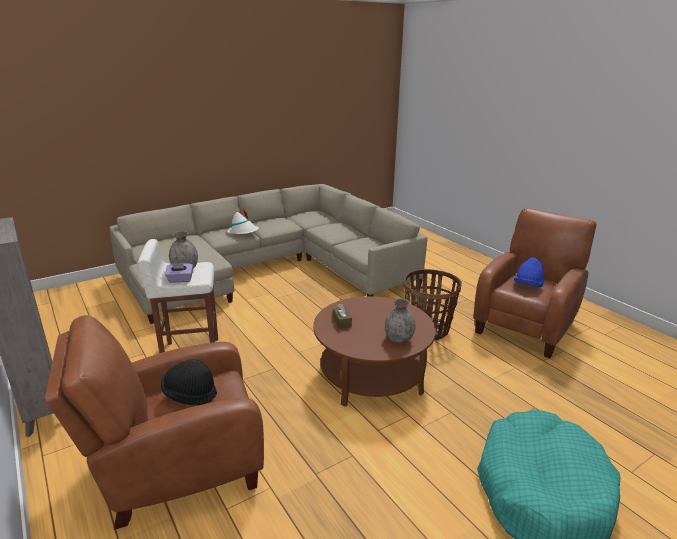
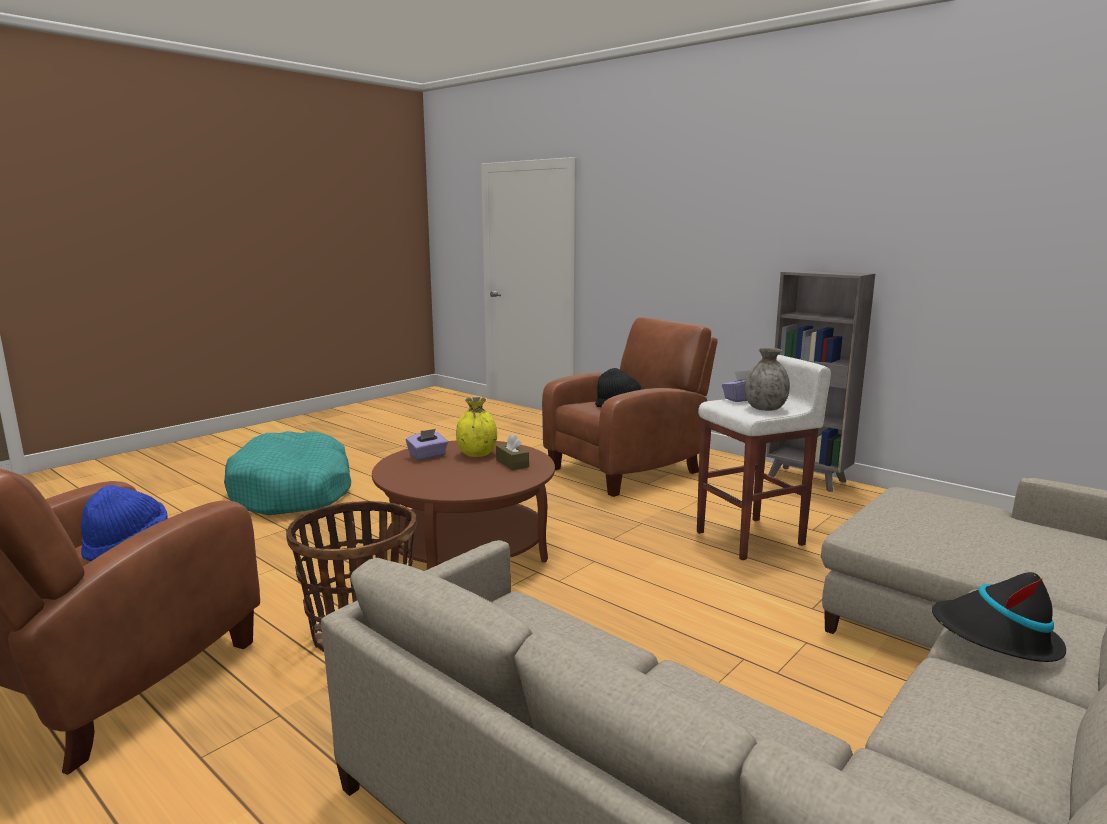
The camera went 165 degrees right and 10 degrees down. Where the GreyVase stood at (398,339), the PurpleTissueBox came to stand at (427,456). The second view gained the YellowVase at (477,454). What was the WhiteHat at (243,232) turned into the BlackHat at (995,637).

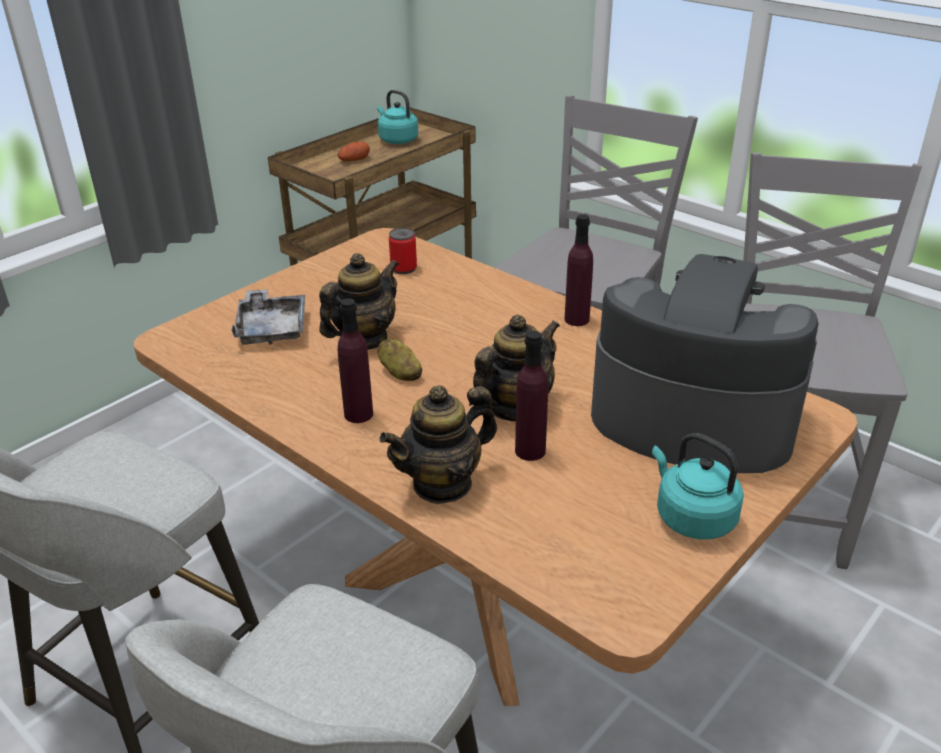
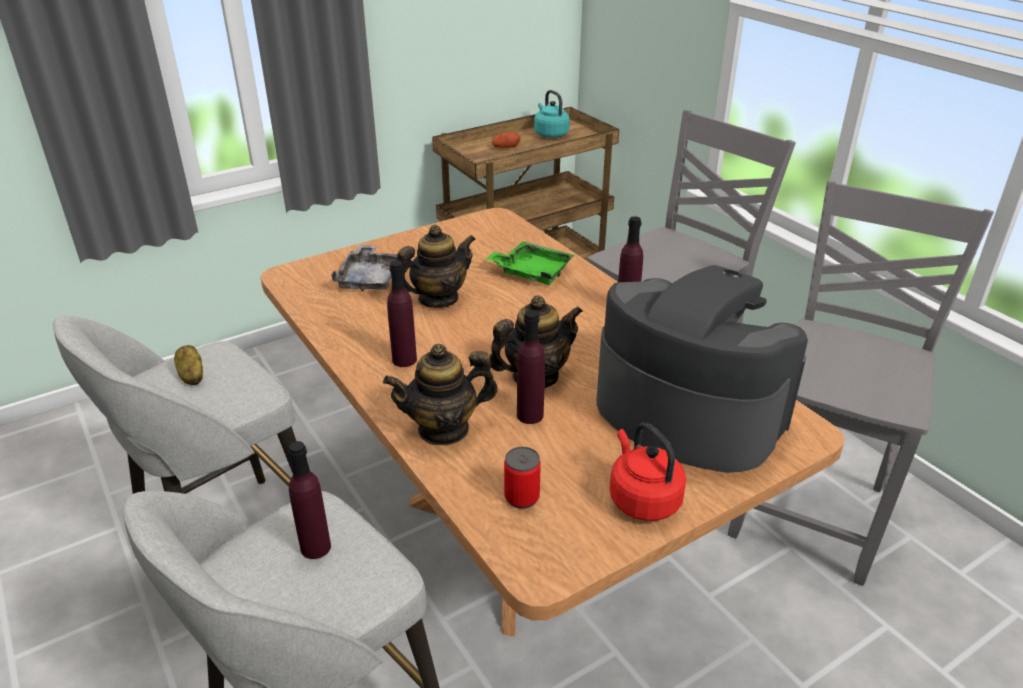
The camera went 15 degrees right and 0 degrees up. The Potato ended up elsewhere, having gone from (399,373) to (191,376). The second view gained the PurpleBottle at (315,547). The second view gained the GreenTray at (532,272). The Can ended up elsewhere, having gone from (403,268) to (522,497). What was the TurquoiseKettle at (691,517) turned into the RedKettle at (642,499).

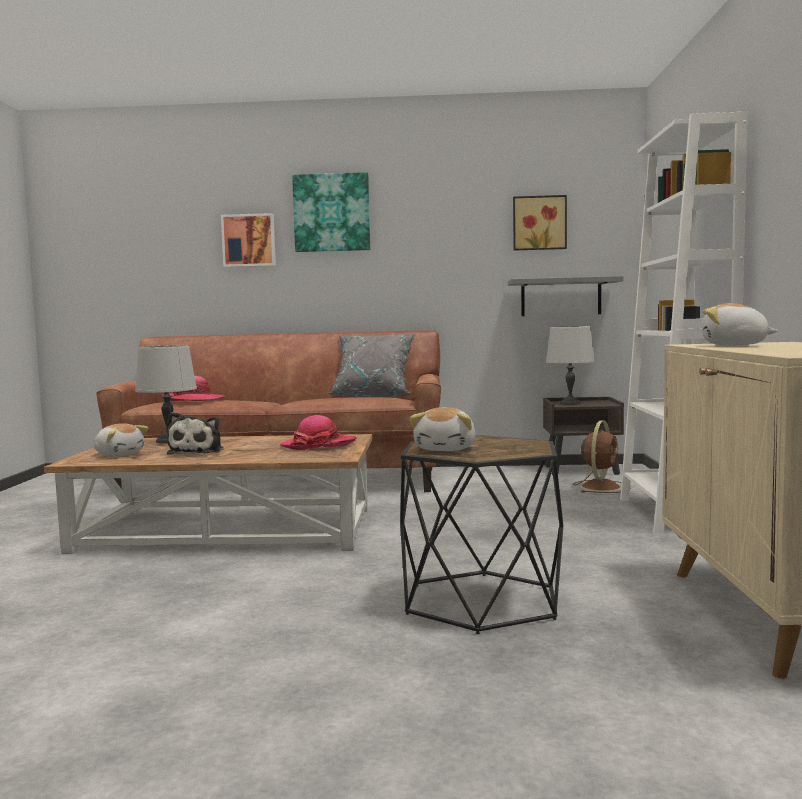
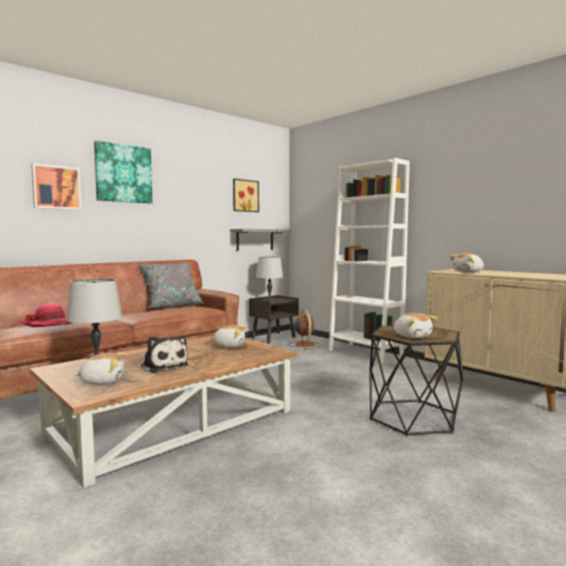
The camera went 45 degrees left and 0 degrees up. Where the Hat stood at (319,445), the PlushToy came to stand at (229,345).

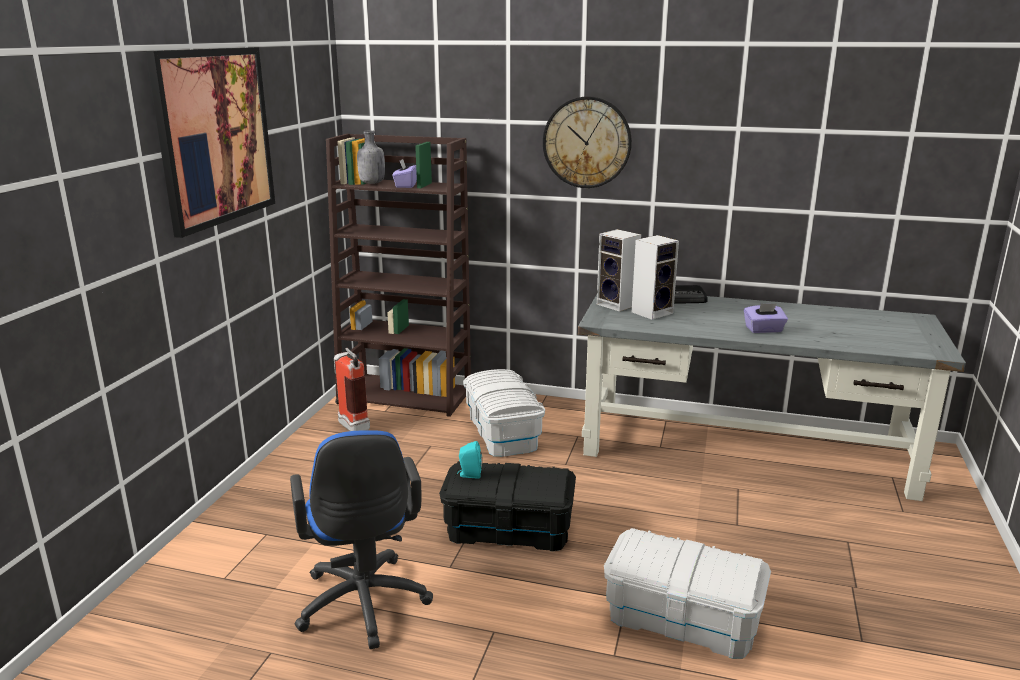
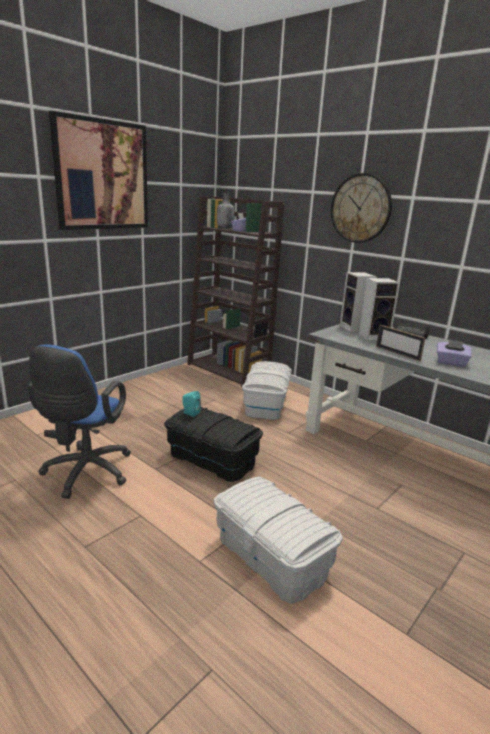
The camera went 25 degrees right and 0 degrees up. The second view gained the PictureFrame at (397,353). The second view lost the FireExtinguisher at (350,424).

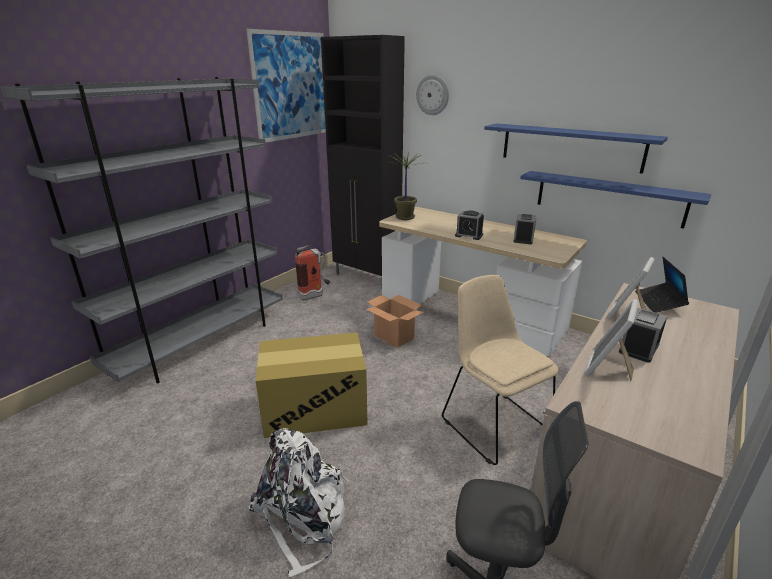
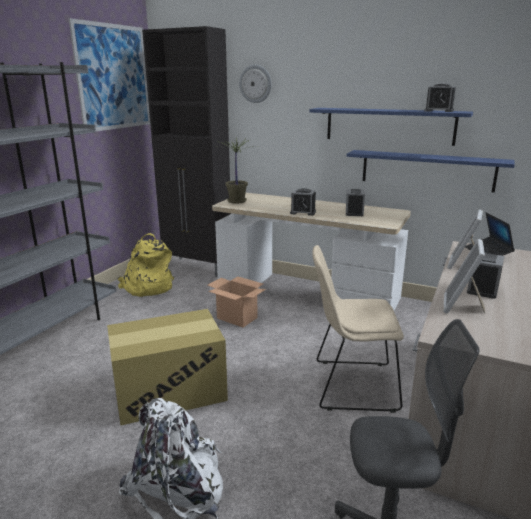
The camera went 10 degrees left and 5 degrees down. Where the FireExtinguisher stood at (315,295), the YellowBackpack came to stand at (147,287). The BeigeChair at (493,423) ended up facing another way, 45 degrees counterclockwise from before. The second view gained the AlarmClock at (439,111).

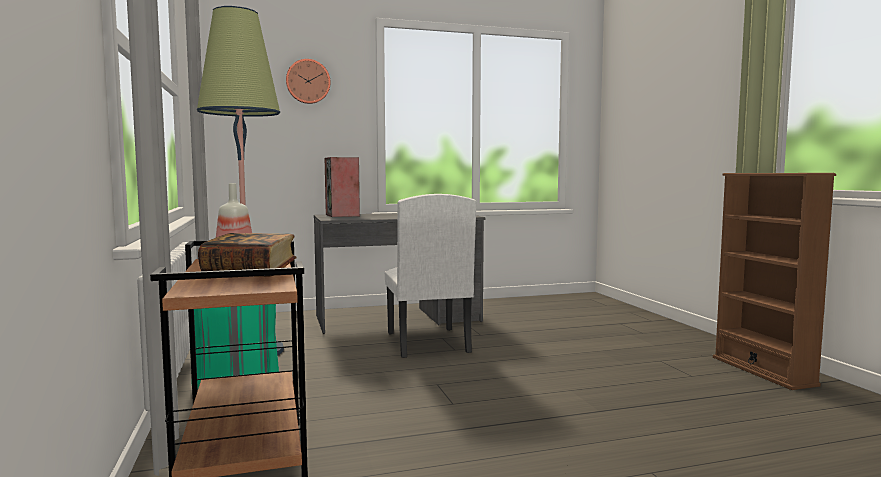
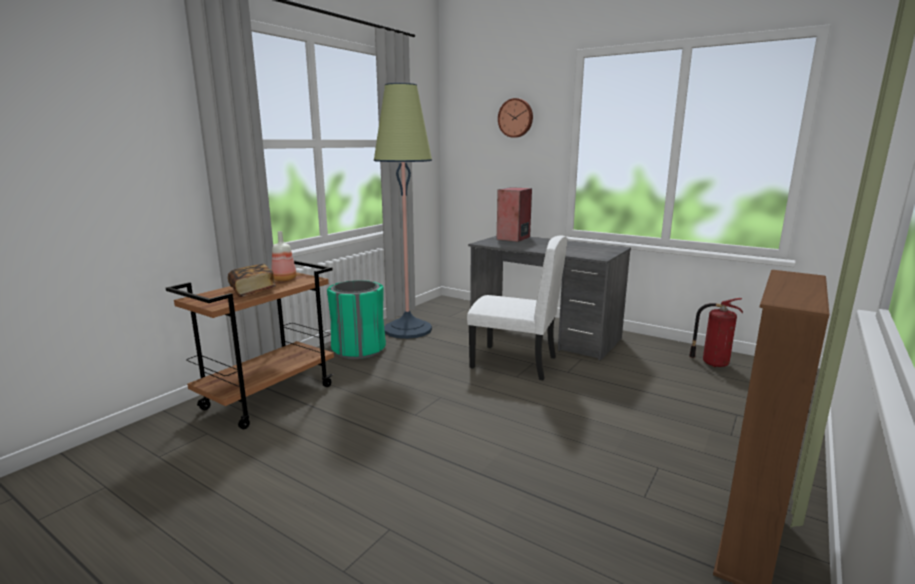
The camera went 50 degrees right and 10 degrees up. The WhiteChair at (427,342) ended up facing another way, 105 degrees counterclockwise from before. The second view gained the FireExtinguisher at (713,363).

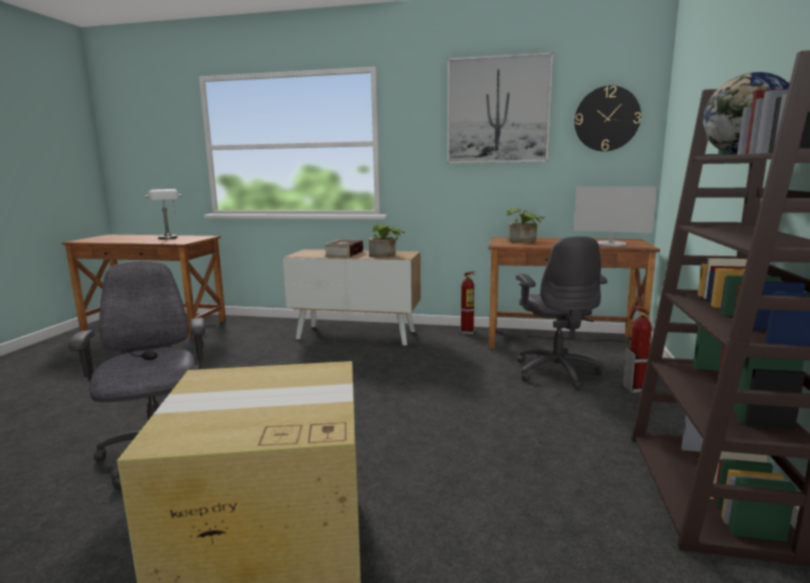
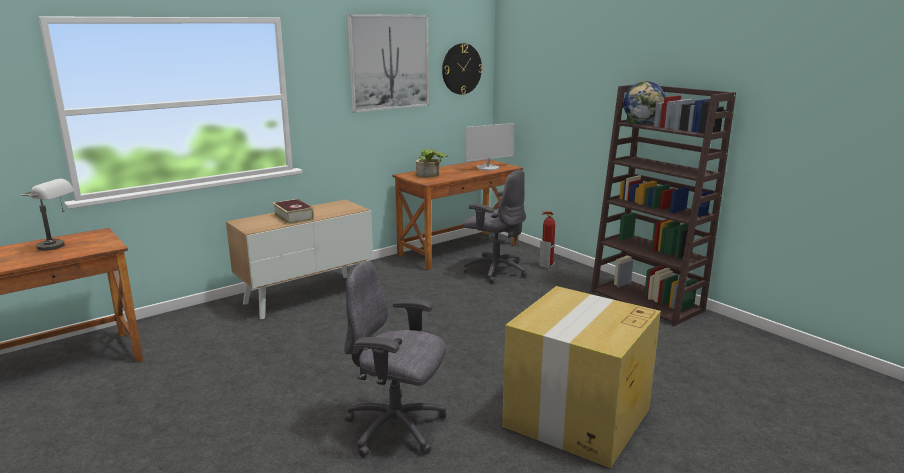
The camera went 50 degrees left and 5 degrees up. The second view lost the PottedPlant at (385,255). The second view lost the FireExtinguisher at (467,332).

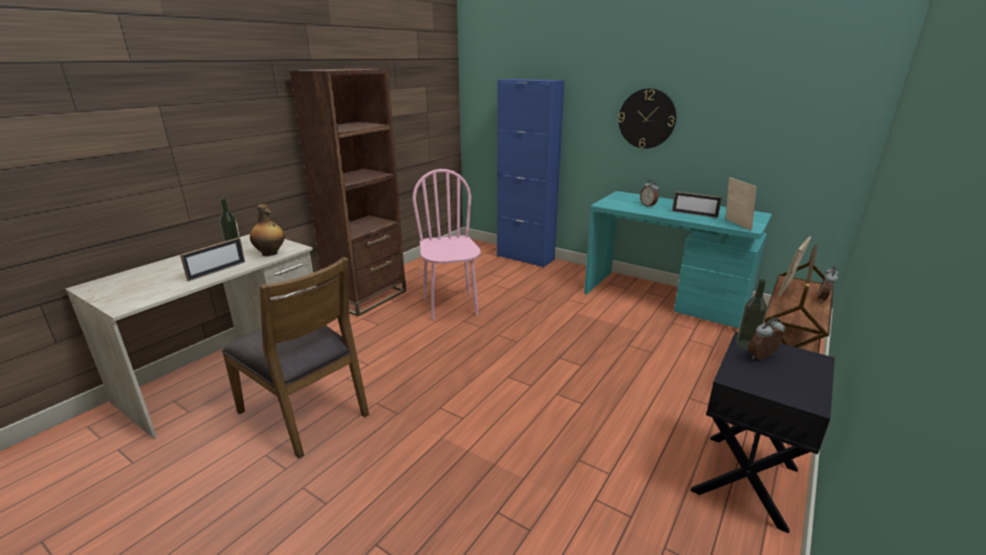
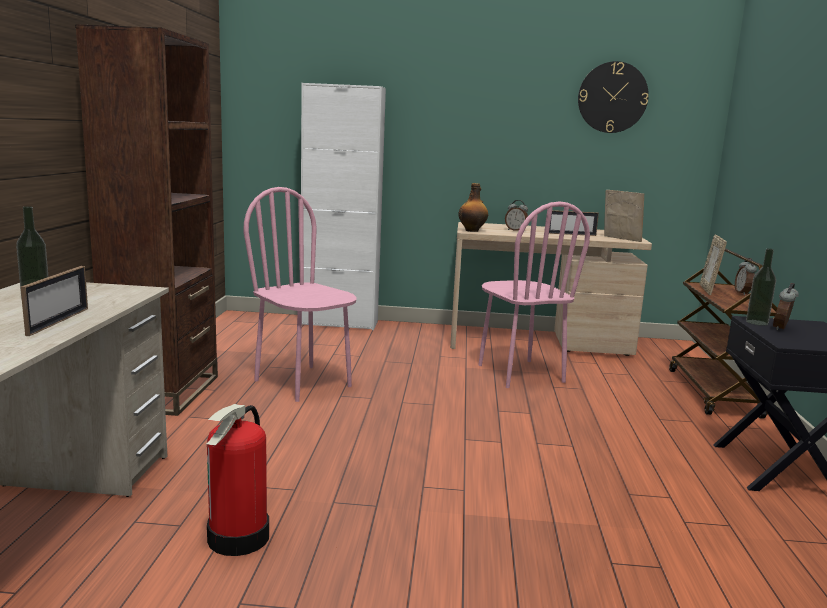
The camera went 30 degrees left and 10 degrees down. Where the BrownChair stood at (306,412), the FireExtinguisher came to stand at (239,538). What was the BlueCabinet at (525,258) turned into the WhiteCabinet at (339,323). What was the TurquoiseDesk at (664,299) turned into the BeigeDesk at (538,342). The Bottle ended up elsewhere, having gone from (270,253) to (472,230). The second view gained the PinkChair at (519,373). The WallClock ended up elsewhere, having gone from (647,118) to (612,97).

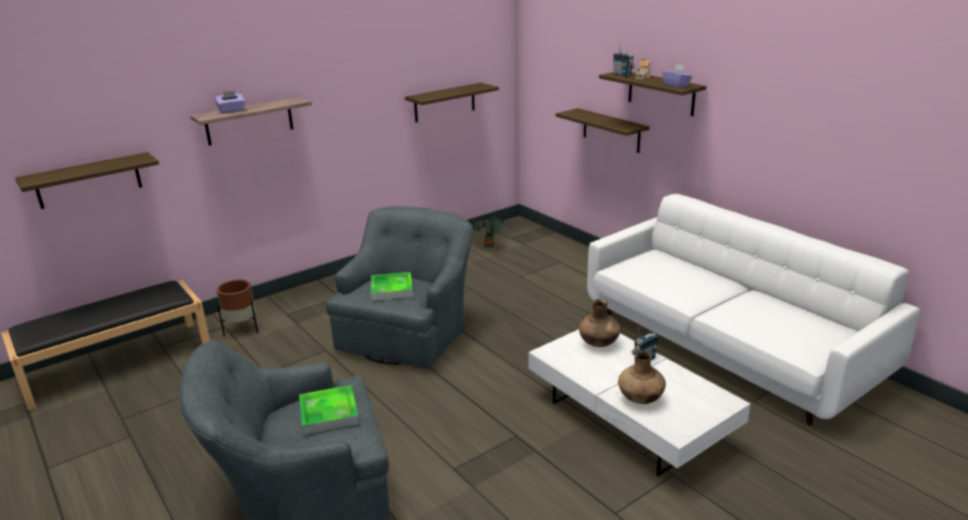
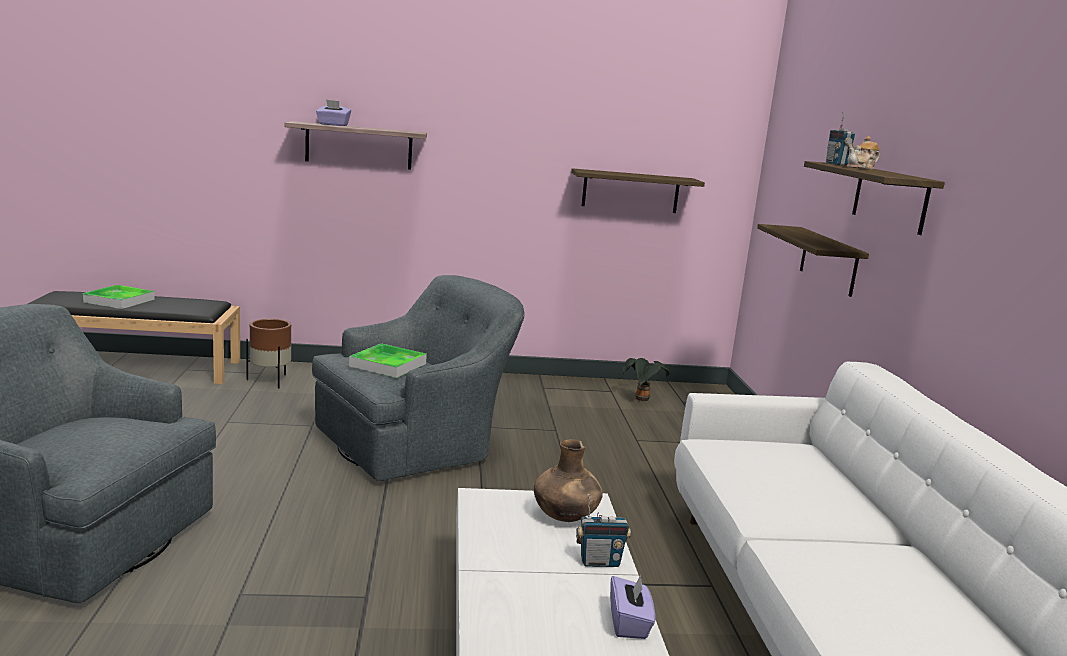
The camera went 30 degrees right and 10 degrees down. The Tray ended up elsewhere, having gone from (329,413) to (119,300). The PurpleTissueBox ended up elsewhere, having gone from (676,85) to (629,623). The second view lost the Shelf at (88,180). The second view lost the BrownVase at (640,398).

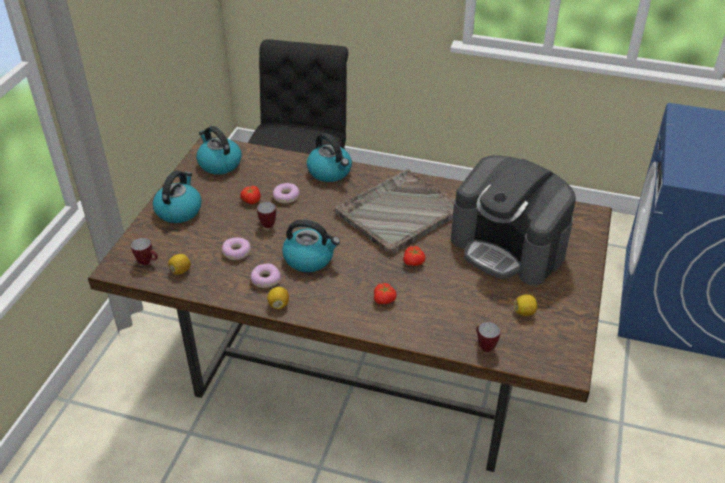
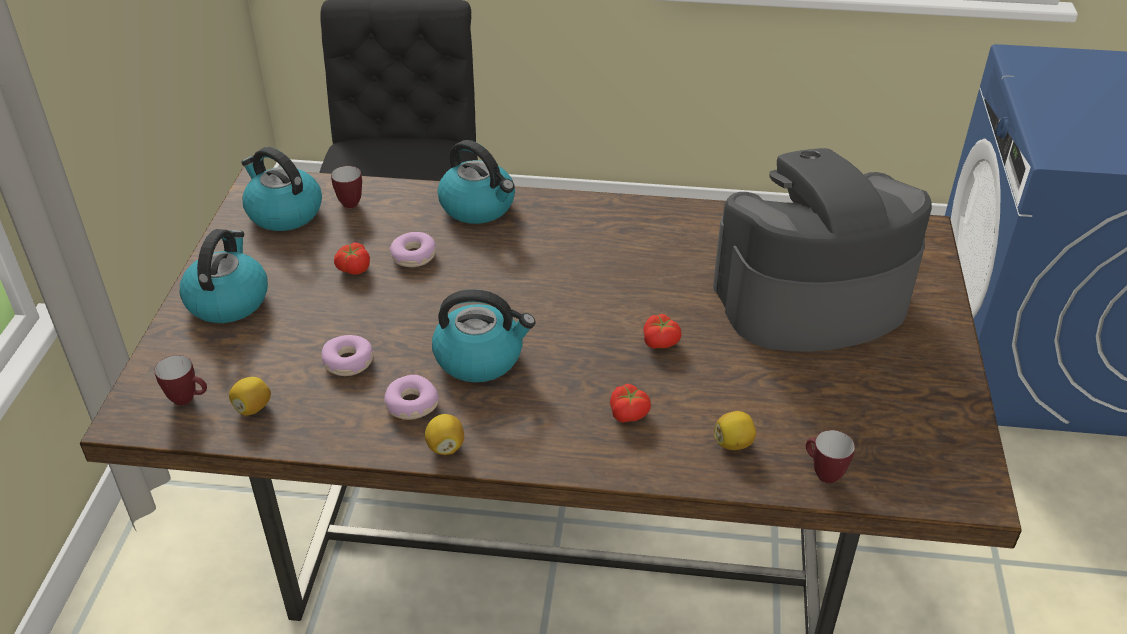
The camera went 10 degrees left and 0 degrees up. The Mug ended up elsewhere, having gone from (266,224) to (347,202). The CoffeeMachine at (508,247) ended up facing another way, 135 degrees clockwise from before. The Lemon ended up elsewhere, having gone from (525,312) to (734,443). The second view lost the GreyTray at (398,213).

